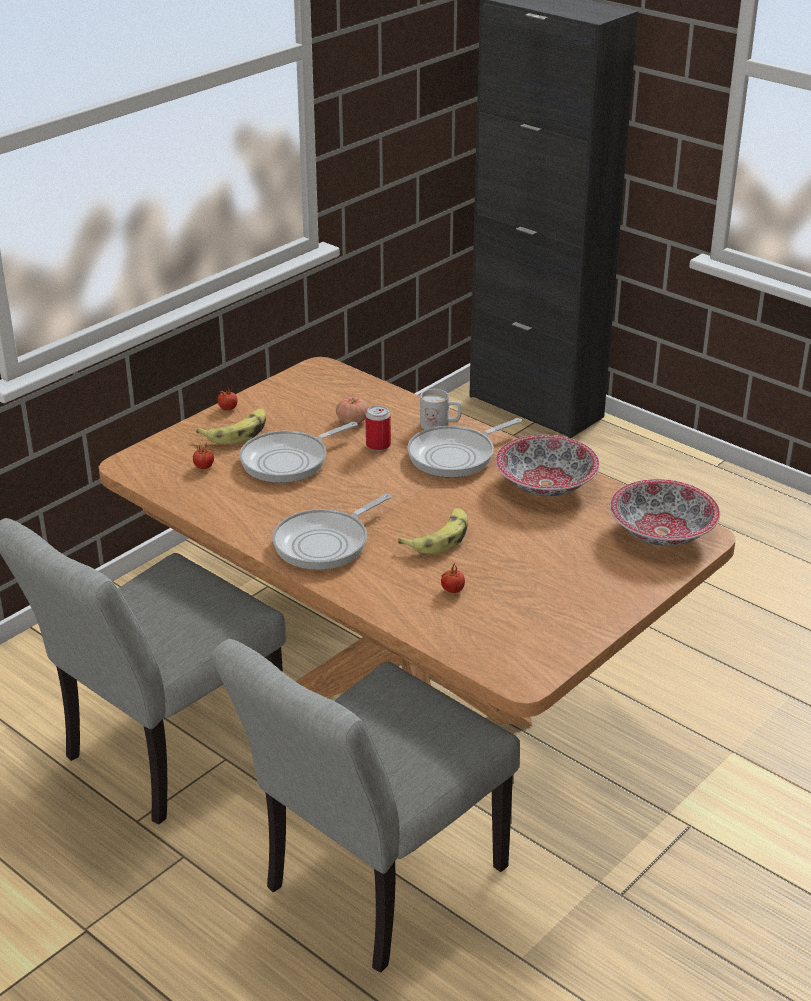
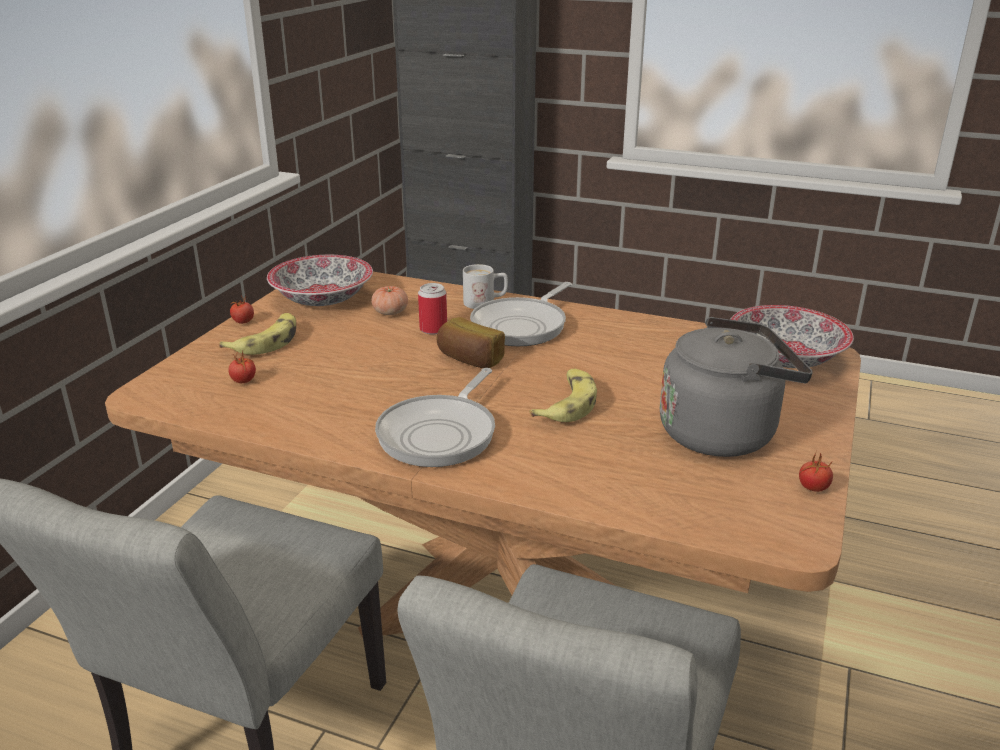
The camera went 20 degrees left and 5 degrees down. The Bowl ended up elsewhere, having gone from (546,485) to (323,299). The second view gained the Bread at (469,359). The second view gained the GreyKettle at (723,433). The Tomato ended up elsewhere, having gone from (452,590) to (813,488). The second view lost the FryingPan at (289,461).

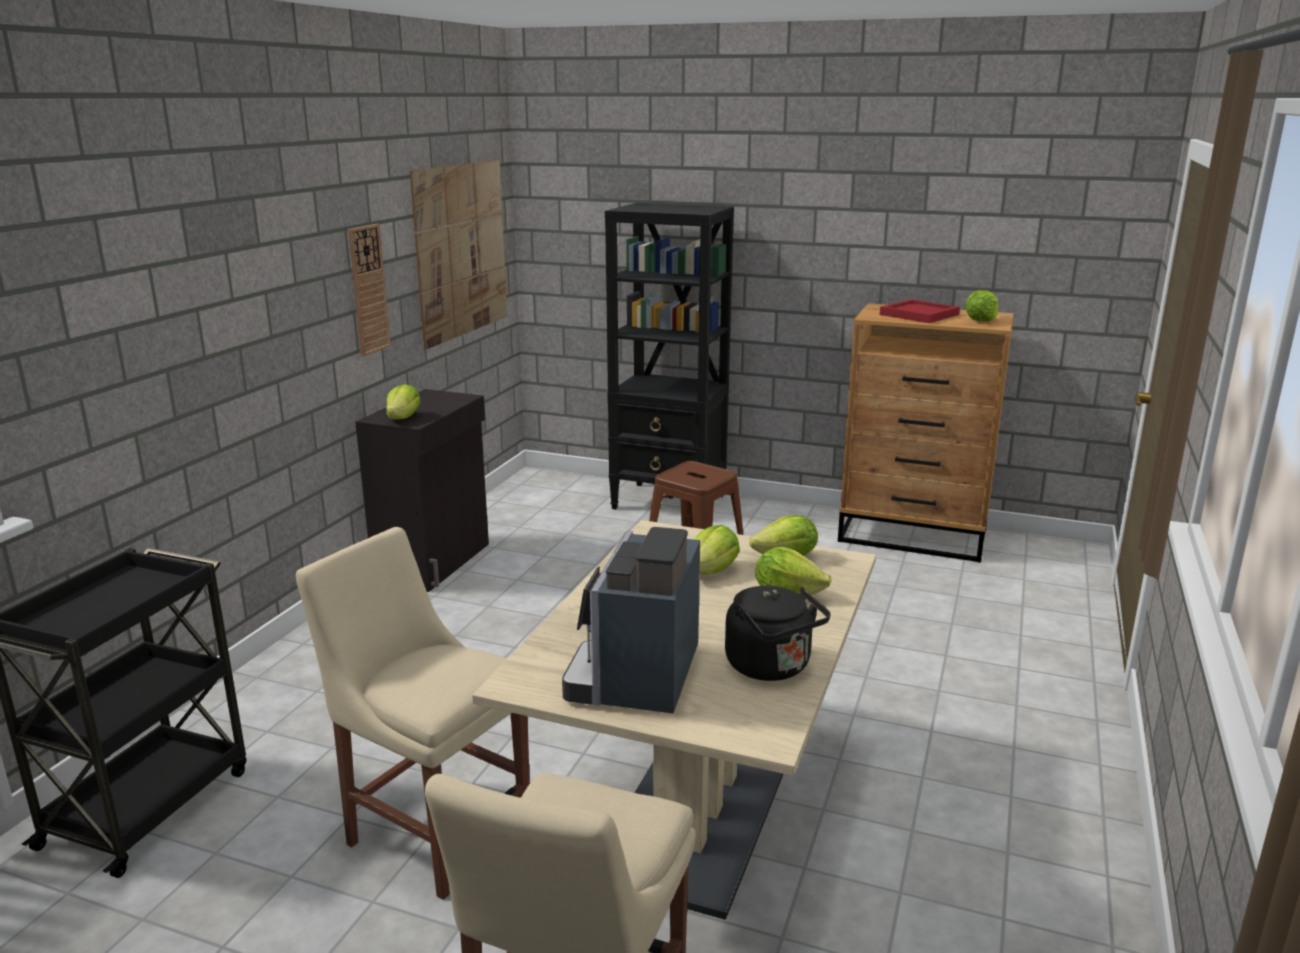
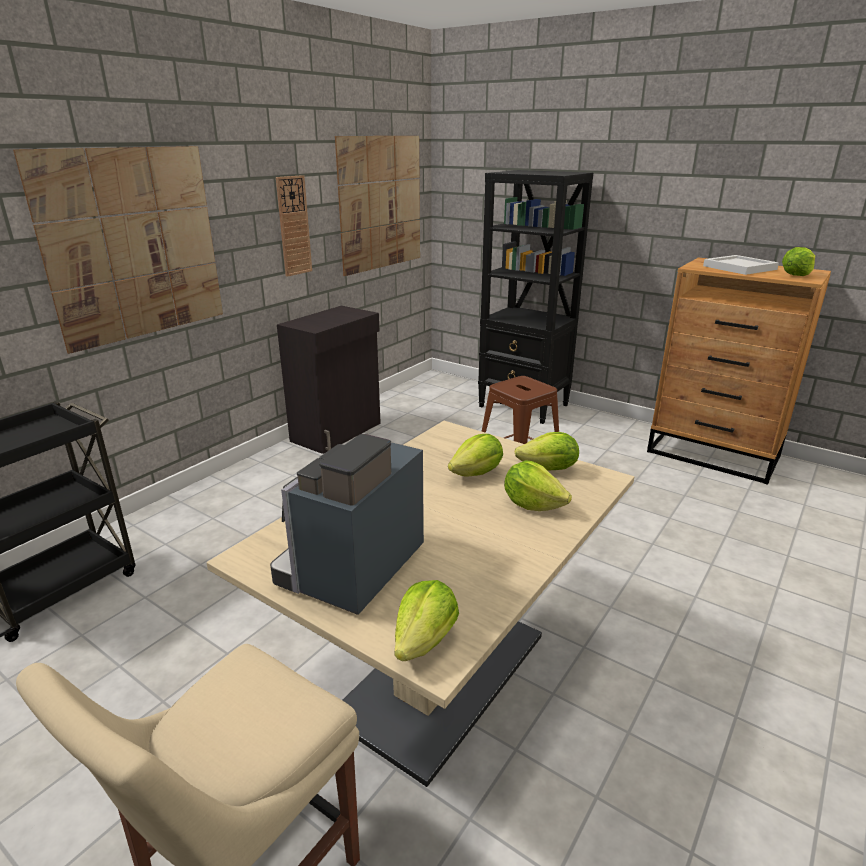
The camera went 15 degrees right and 5 degrees up. The second view gained the Picture at (134,245). The Lettuce ended up elsewhere, having gone from (403,418) to (425,641). What was the RedTray at (917,314) turned into the WhiteTray at (738,267). The second view lost the BeigeChair at (433,829). The second view lost the BlackKettle at (772,667).

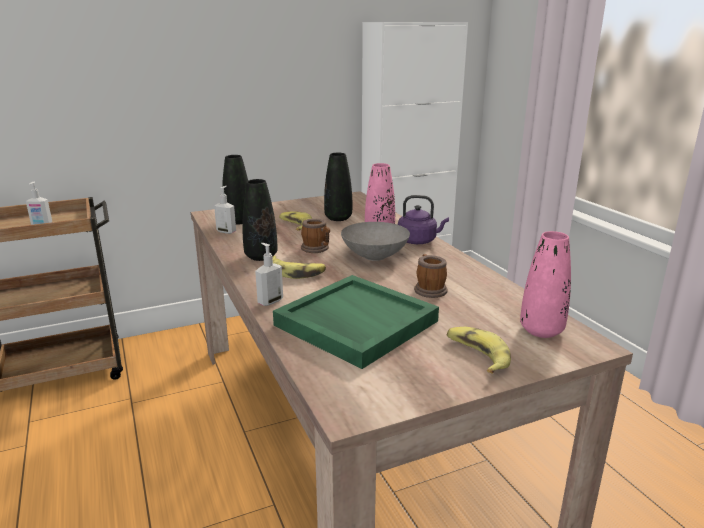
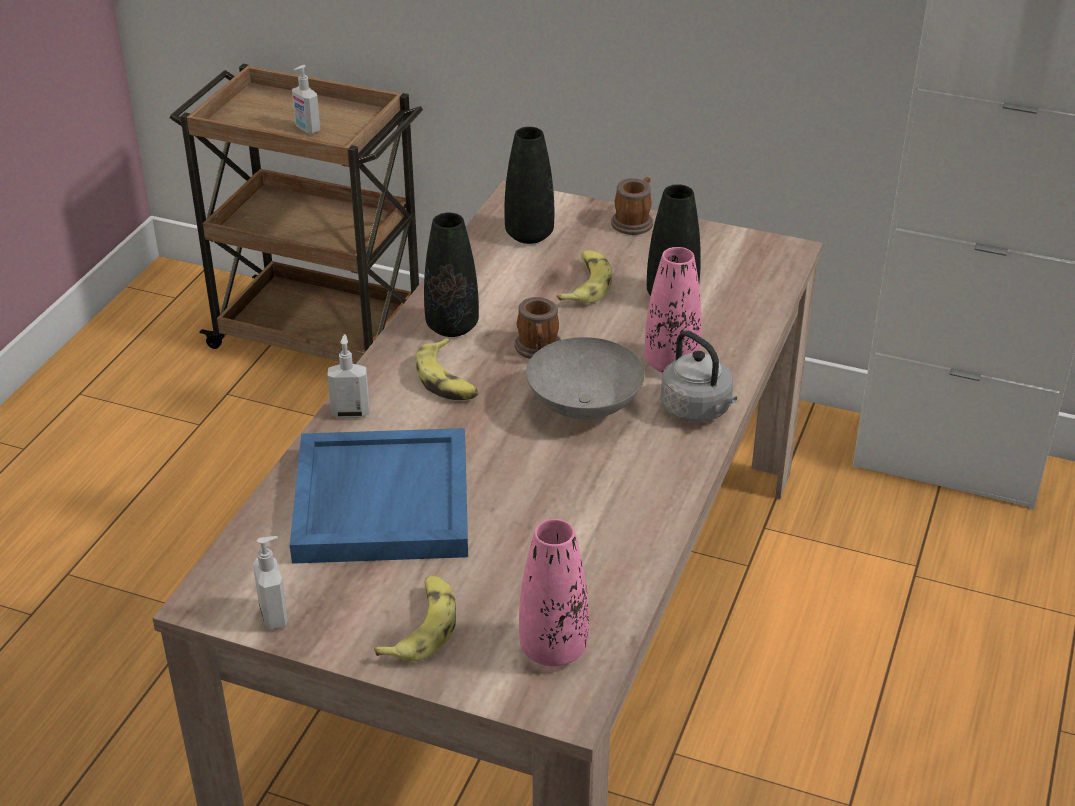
The camera went 45 degrees right and 15 degrees up. The SoapDispenser ended up elsewhere, having gone from (226,231) to (275,615). What was the GreenTray at (354,323) turned into the BlueTray at (380,501). The Mug ended up elsewhere, having gone from (429,289) to (634,222). What was the PurpleKettle at (419,241) turned into the GreyKettle at (698,410).

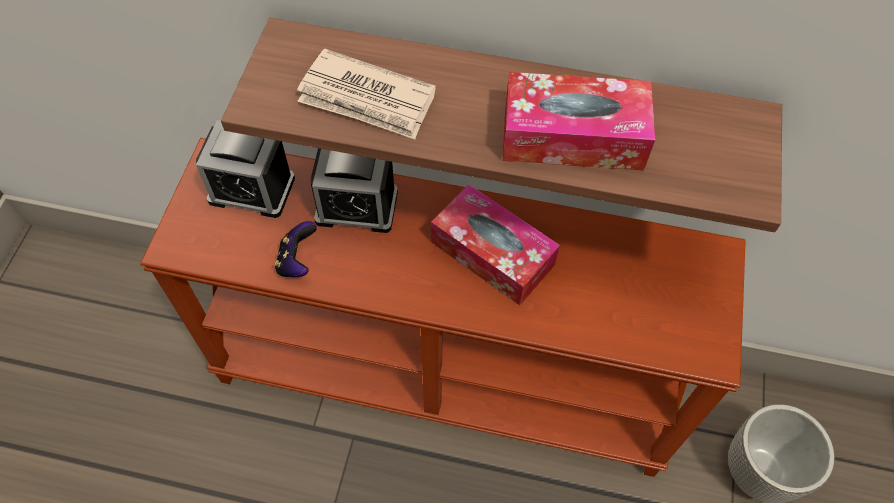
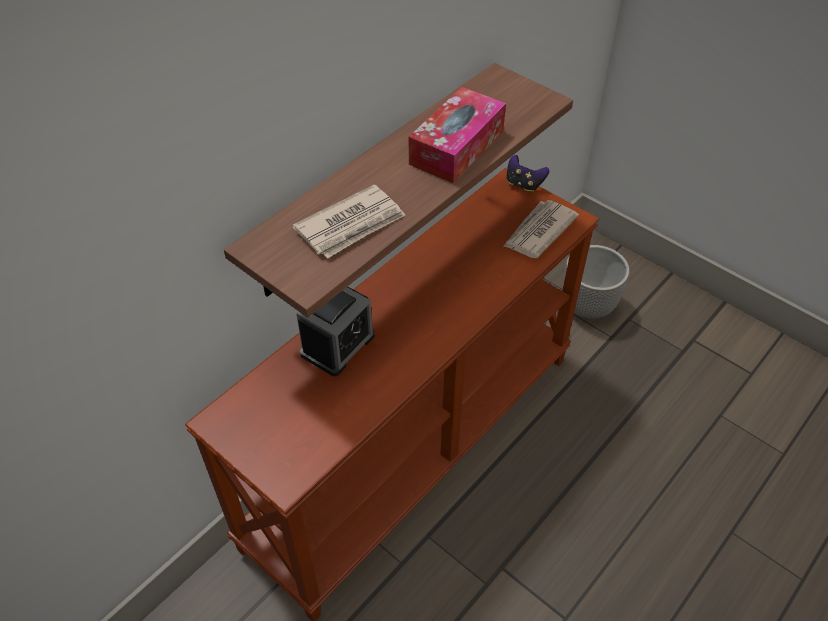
The camera went 60 degrees left and 10 degrees down. The second view gained the Newspaper at (538,231). The GameController ended up elsewhere, having gone from (297,261) to (524,184). The second view lost the AlarmClock at (252,189). The second view lost the TissueBox at (492,253).

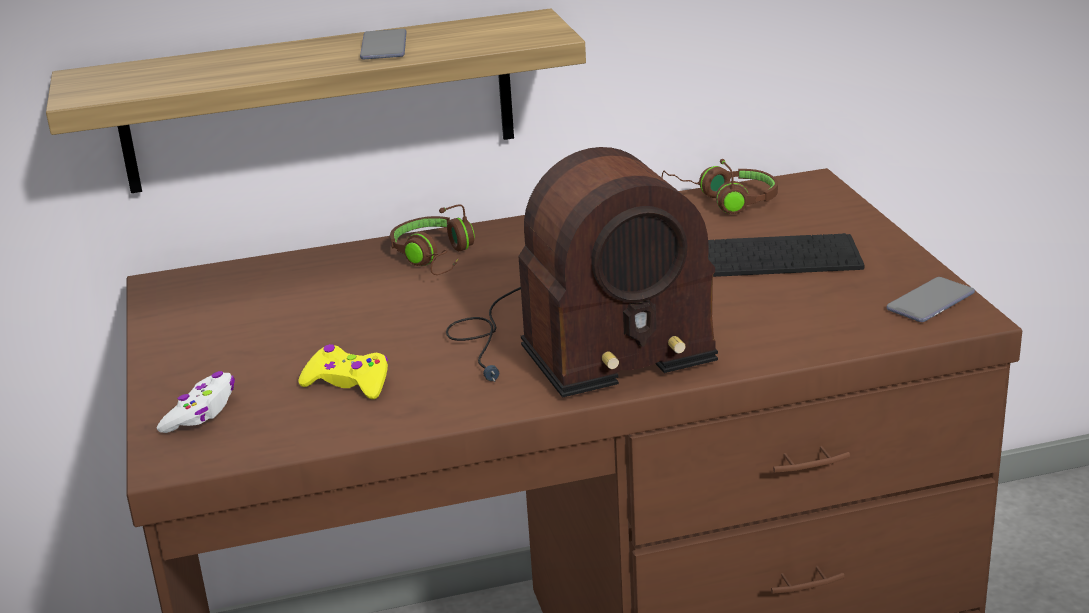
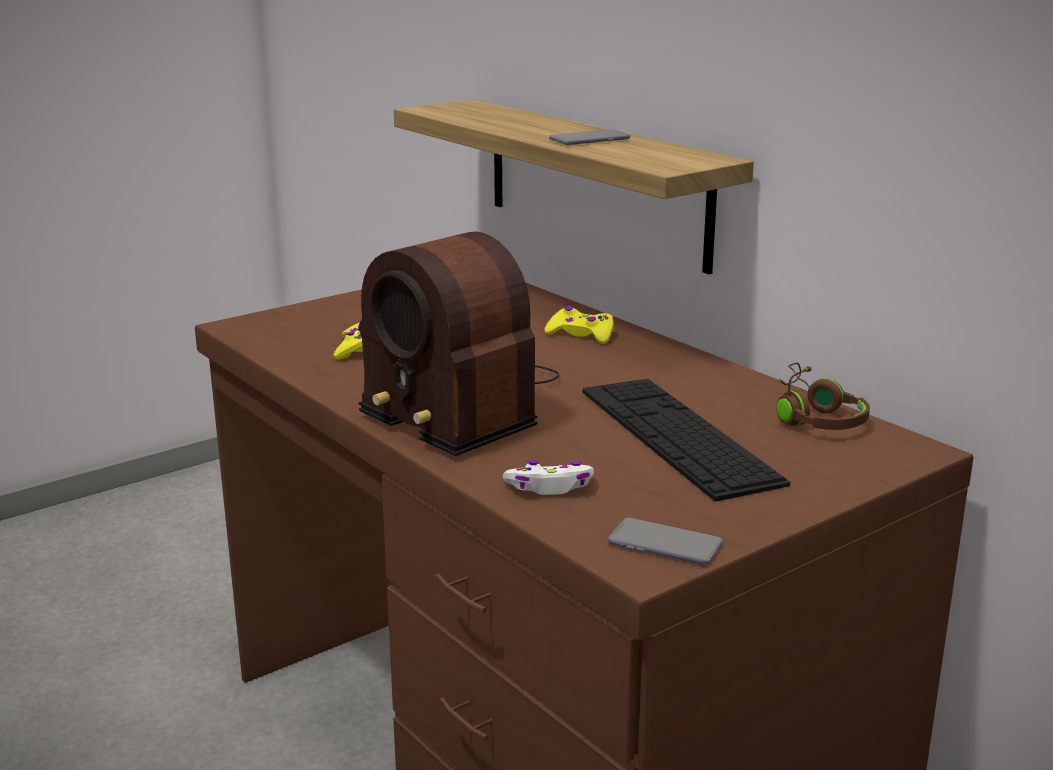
The camera went 65 degrees right and 5 degrees down. The WhiteGameController ended up elsewhere, having gone from (201,412) to (550,487). Where the BrownHeadphones stood at (435,257), the YellowGameController came to stand at (581,334).

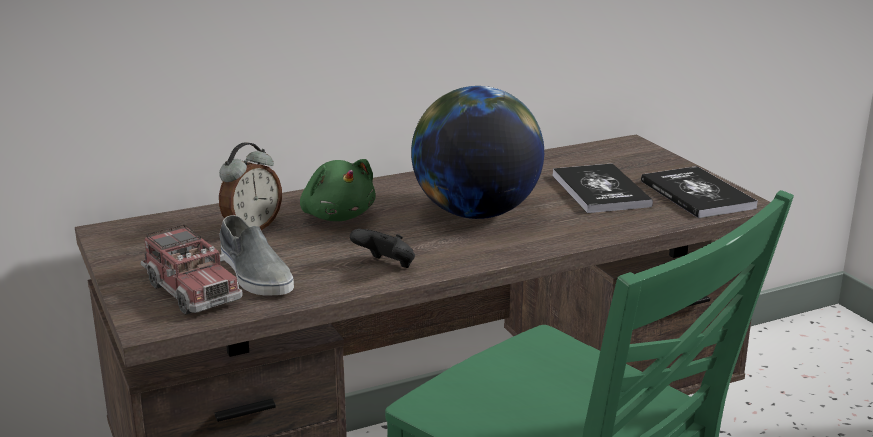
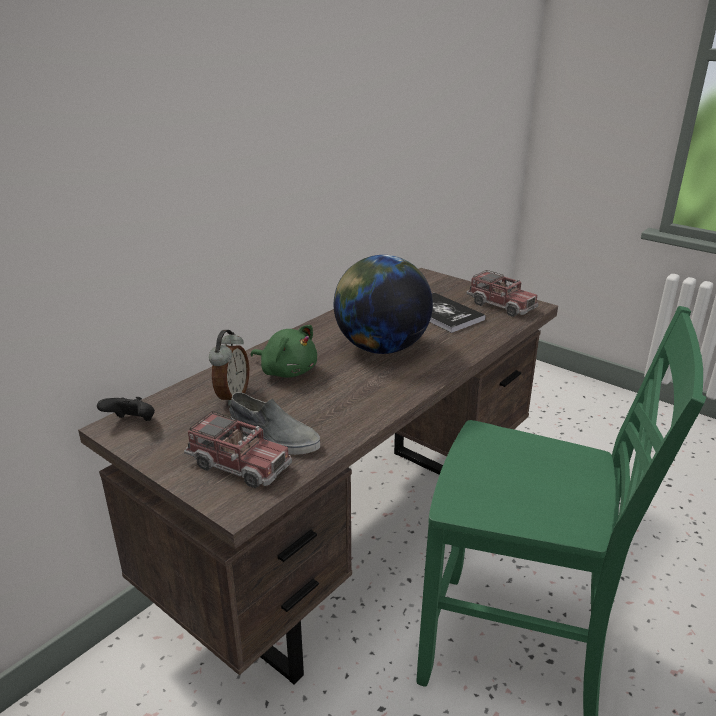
The camera went 25 degrees left and 5 degrees up. The BlackGameController ended up elsewhere, having gone from (386,266) to (132,423). Where the Book stood at (697,194), the ToyTruck came to stand at (501,305).

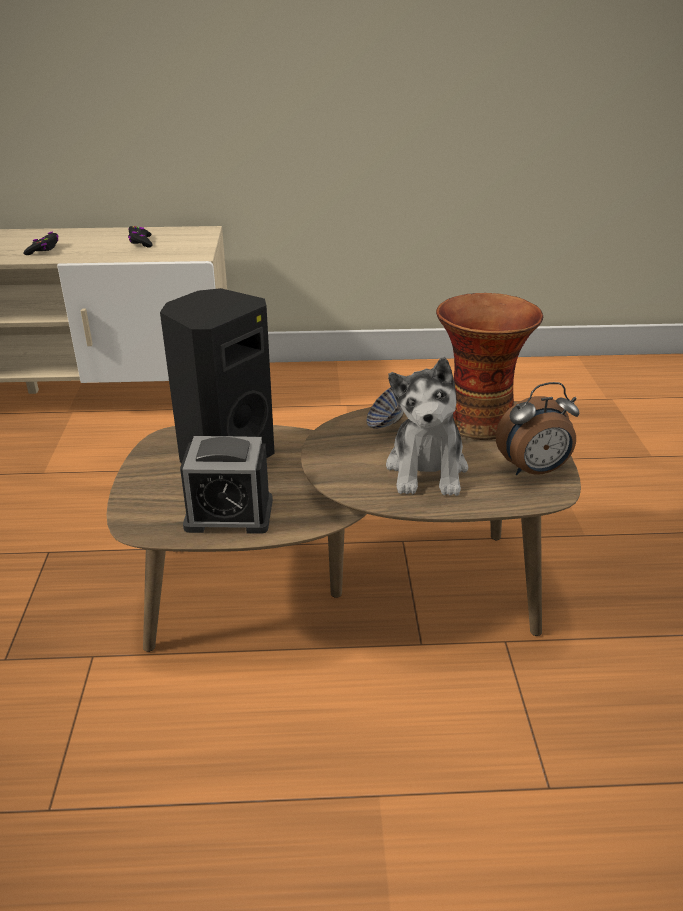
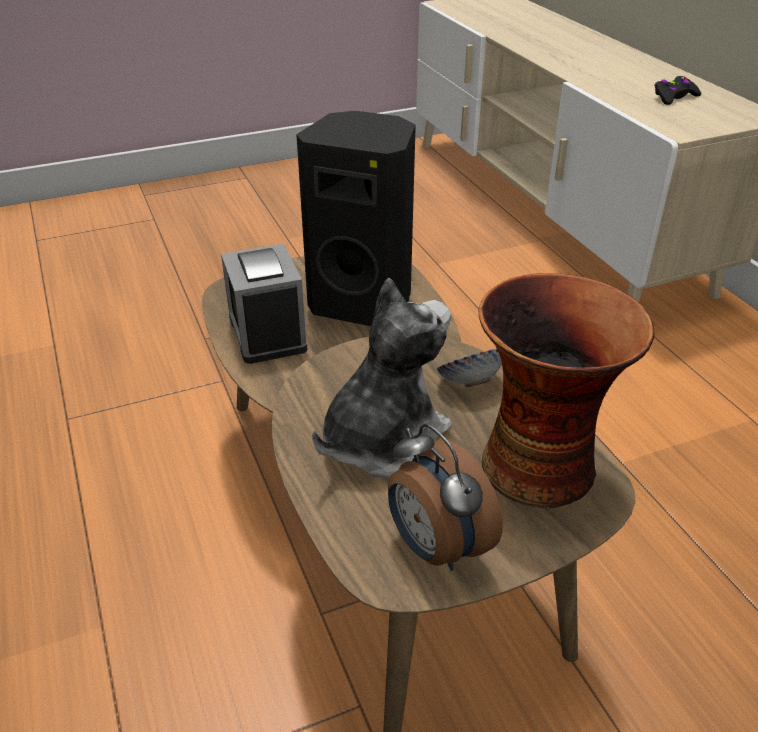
The camera went 70 degrees right and 5 degrees up. The PlushToy at (427,469) ended up facing another way, 150 degrees clockwise from before. The second view lost the BlackGameController at (43,249).

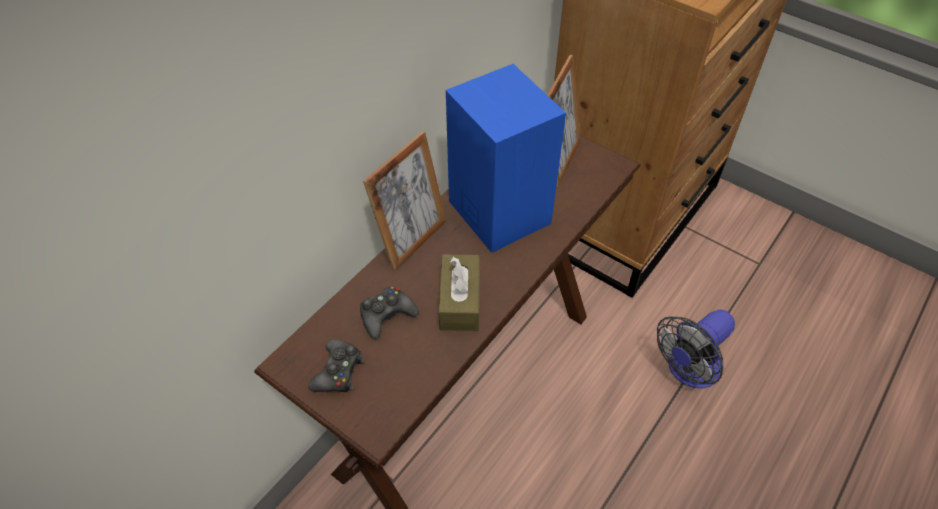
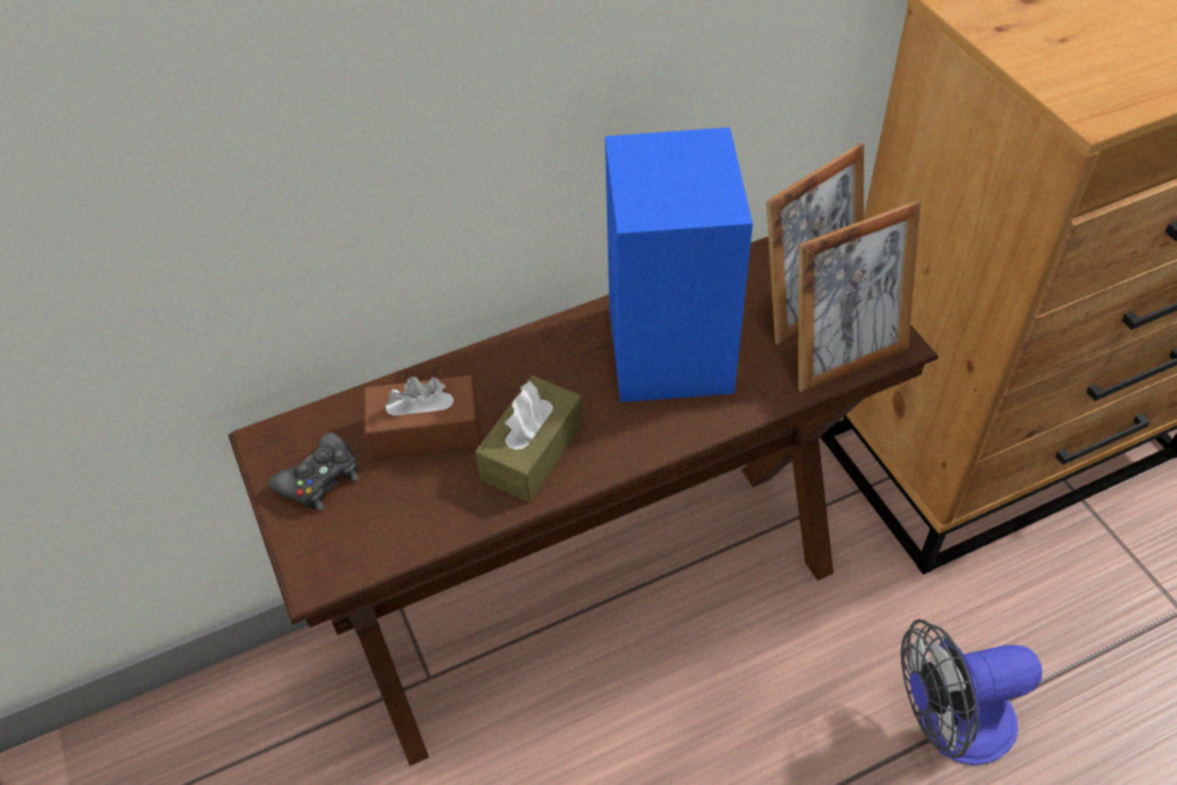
The camera went 30 degrees right and 0 degrees up. Where the BlackGameController stood at (387,315), the BrownTissueBox came to stand at (426,431). The PictureFrame ended up elsewhere, having gone from (411,239) to (844,358).

